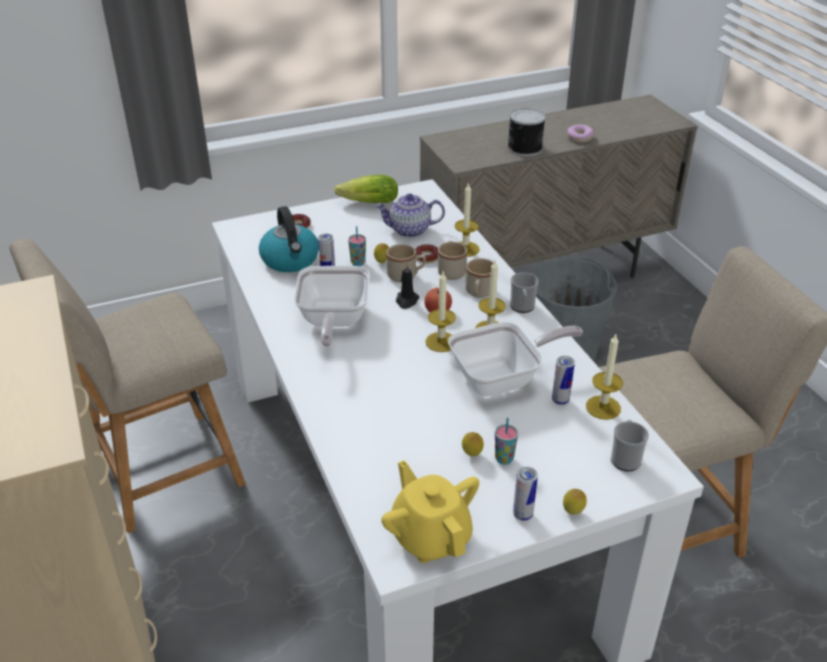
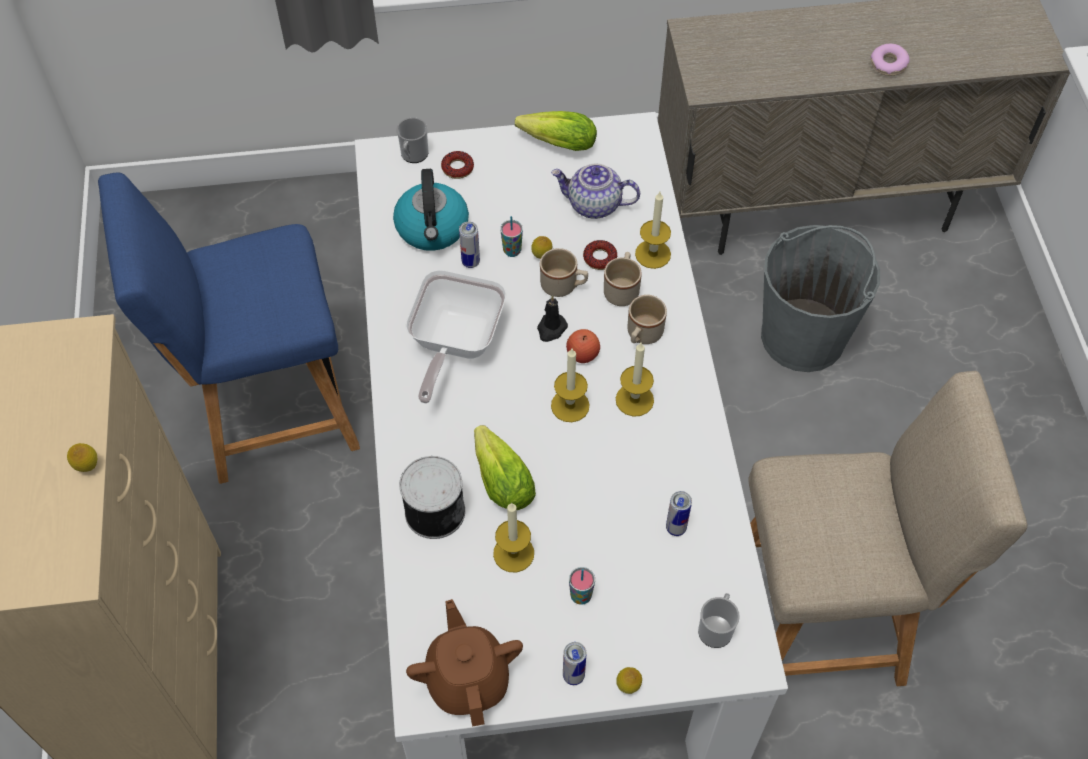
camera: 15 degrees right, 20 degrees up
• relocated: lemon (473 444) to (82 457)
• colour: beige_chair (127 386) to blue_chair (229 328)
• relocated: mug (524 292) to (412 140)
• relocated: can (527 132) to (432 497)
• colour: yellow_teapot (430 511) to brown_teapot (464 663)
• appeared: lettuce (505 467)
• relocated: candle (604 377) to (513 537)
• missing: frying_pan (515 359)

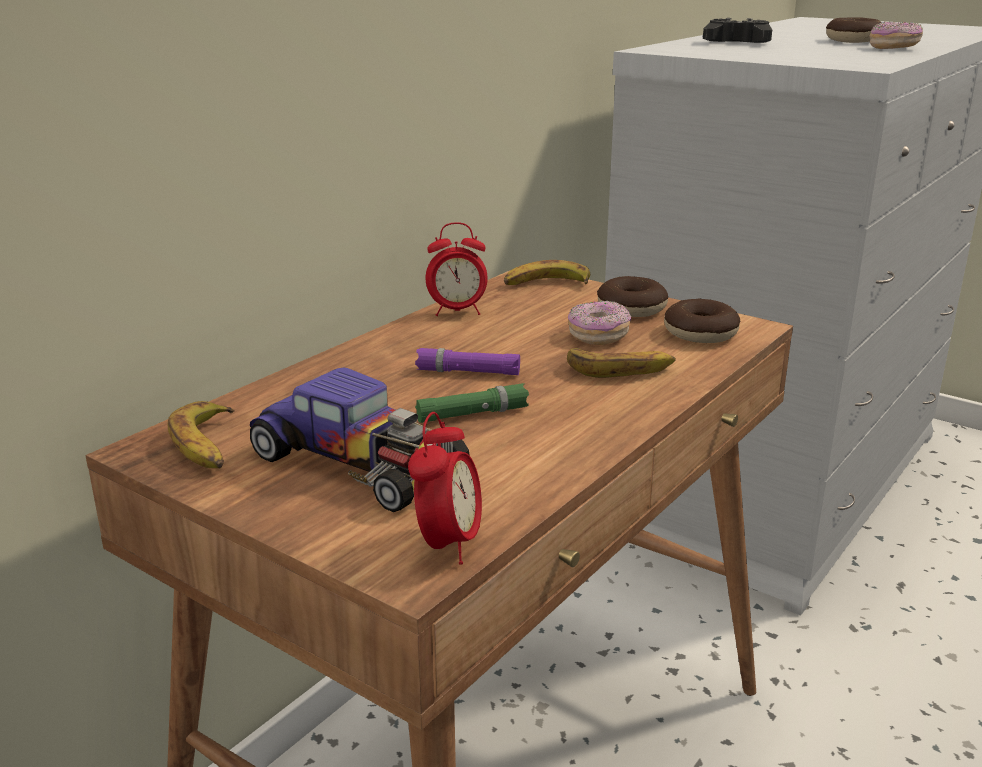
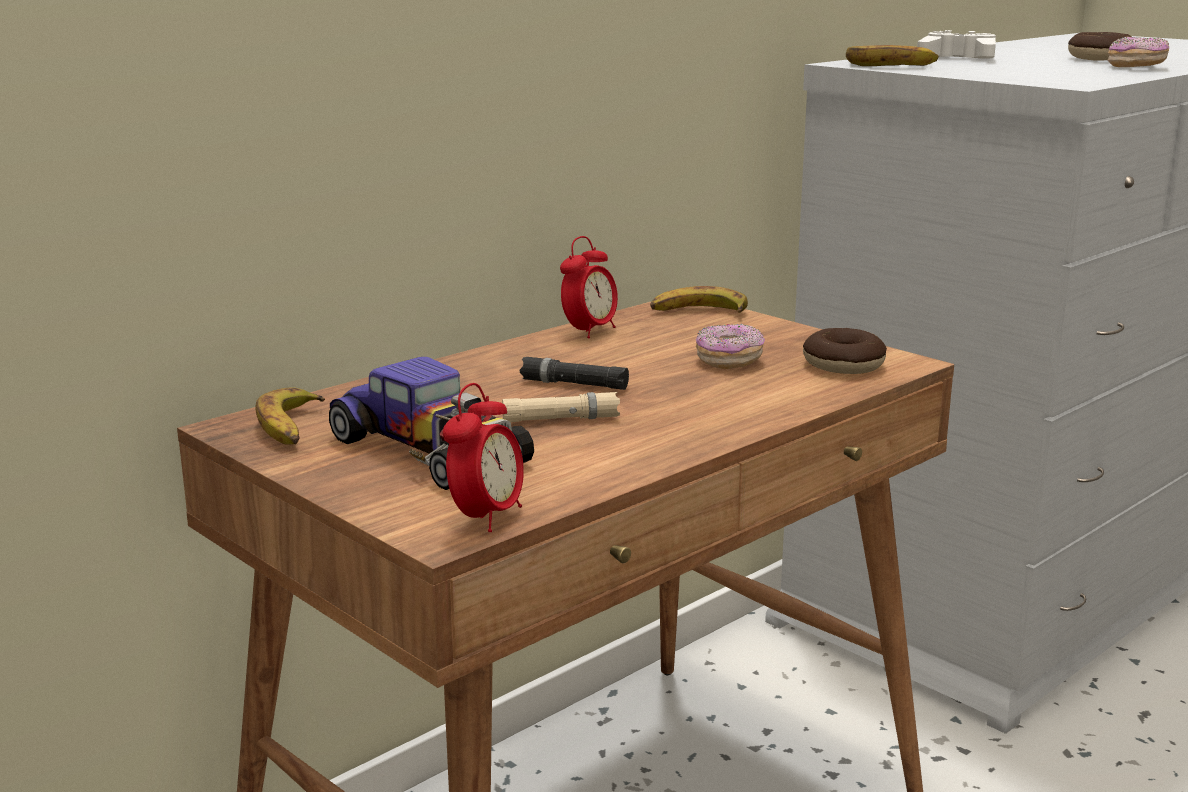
camera: 10 degrees right, 5 degrees down
• colour: green_flashlight (472 403) to beige_flashlight (561 407)
• colour: purple_flashlight (467 361) to black_flashlight (574 373)
• spun: alarm_clock (457 269) = (589 287) 60 degrees counterclockwise
• relocated: banana (621 363) to (892 55)
• colour: black_game_controller (737 30) to white_game_controller (956 44)
• missing: donut (632 296)

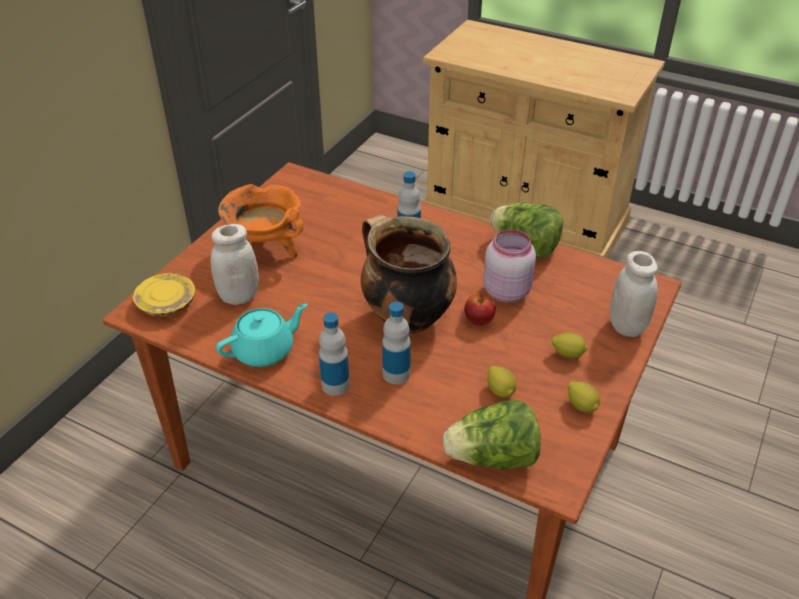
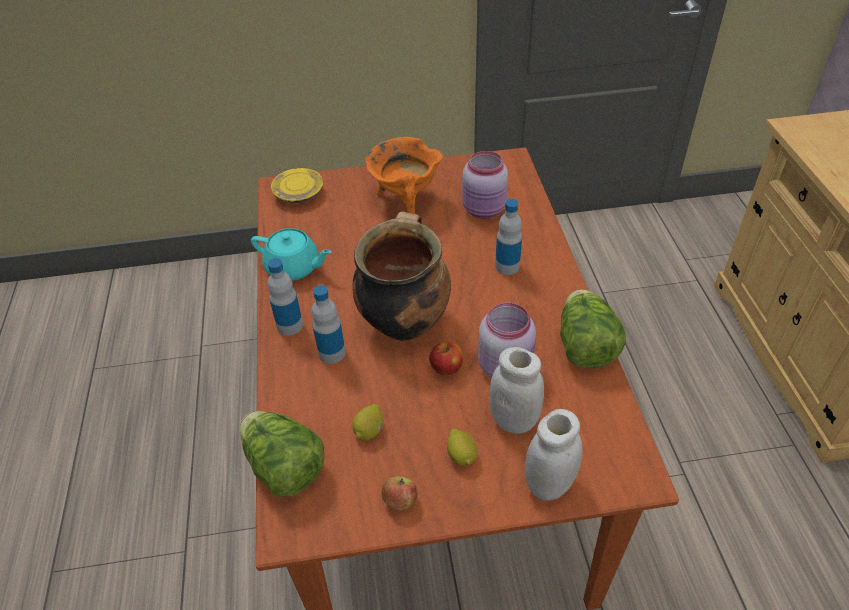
camera: 55 degrees right, 5 degrees up
• exchanged: lemon (584 397) to apple (399 493)
• appeared: pink_jar (485 185)
• relocated: white_jar (234 264) to (516 390)

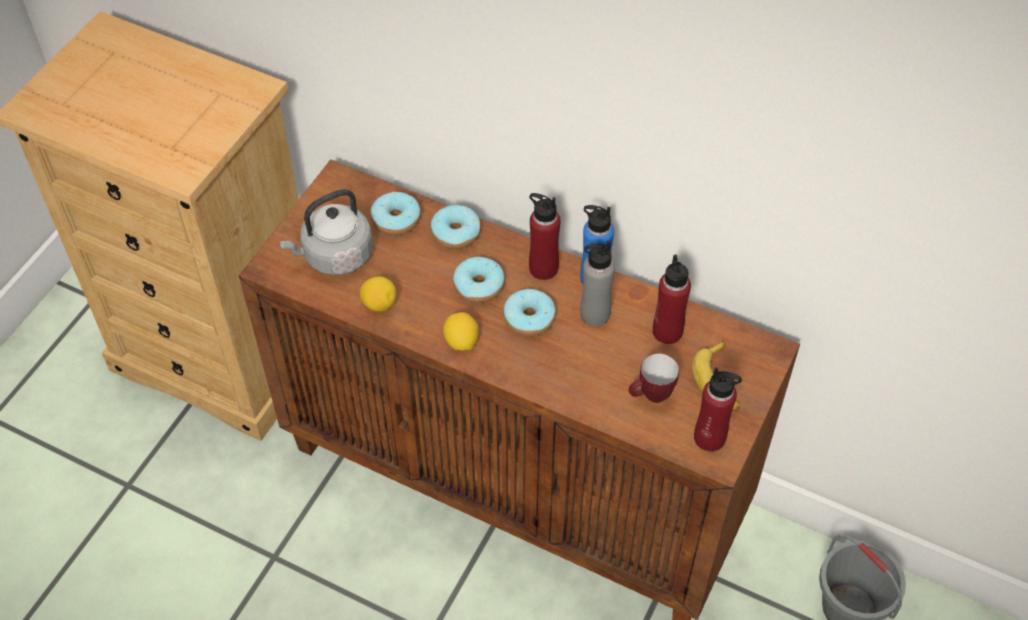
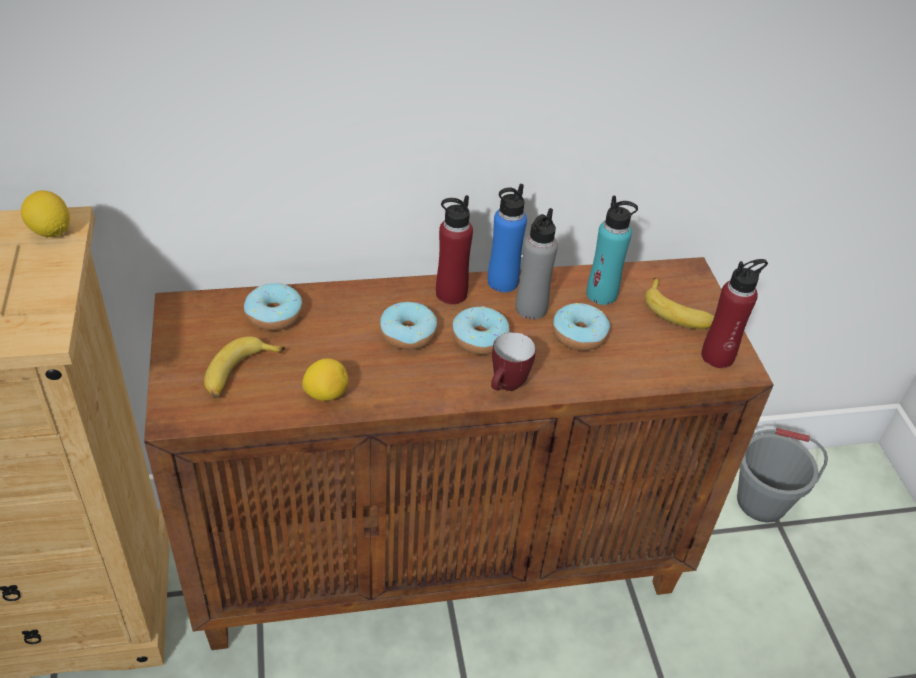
camera: 40 degrees left, 10 degrees down
• relocated: lemon (461 331) to (45 213)
• exchanged: grey_kettle (326 232) to banana (244 367)
• relocated: mug (654 378) to (513 361)
• relocated: donut (456 227) to (581 327)
• colour: red_bottle (672 299) to turquoise_bottle (612 250)

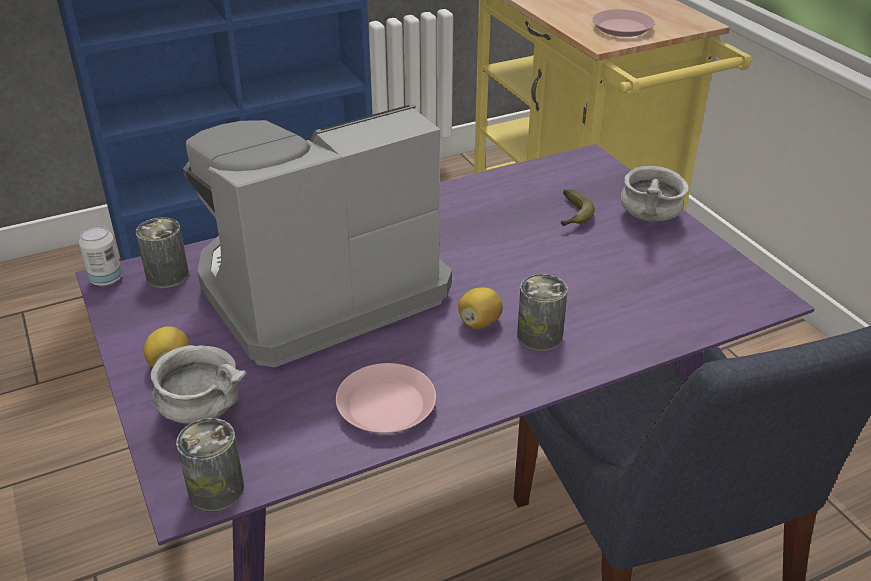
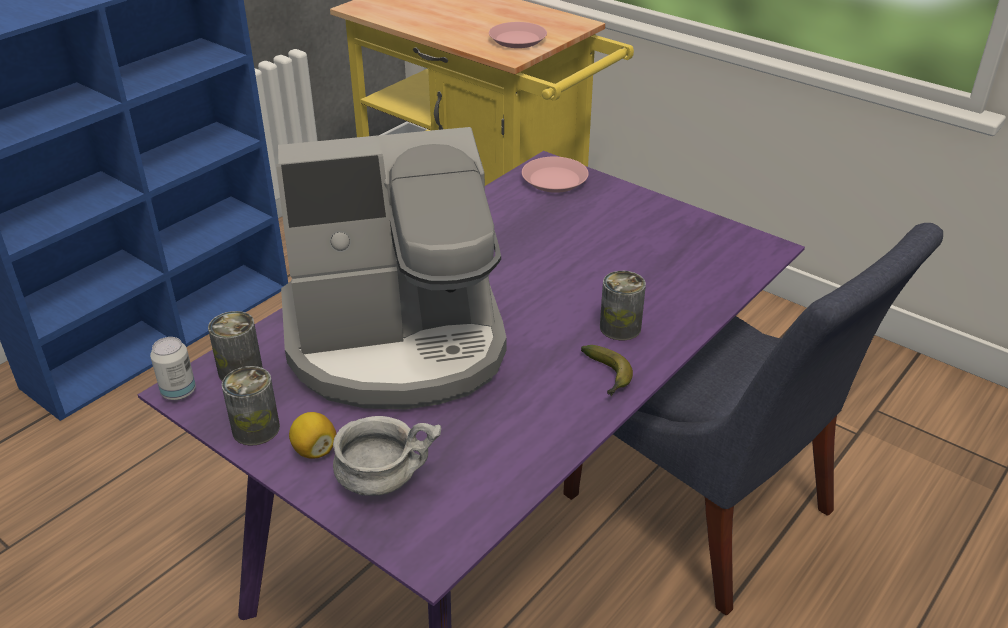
camera: 25 degrees left, 0 degrees up
• relocated: can (210 465) to (251 405)
• spun: coffee_machine (317 235) = (391 268) 135 degrees counterclockwise
• relocated: pink_plate (386 398) to (555 175)
• relocated: banana (578 207) to (607 370)
• missing: lemon (480 308)
• missing: grey_bowl (654 194)

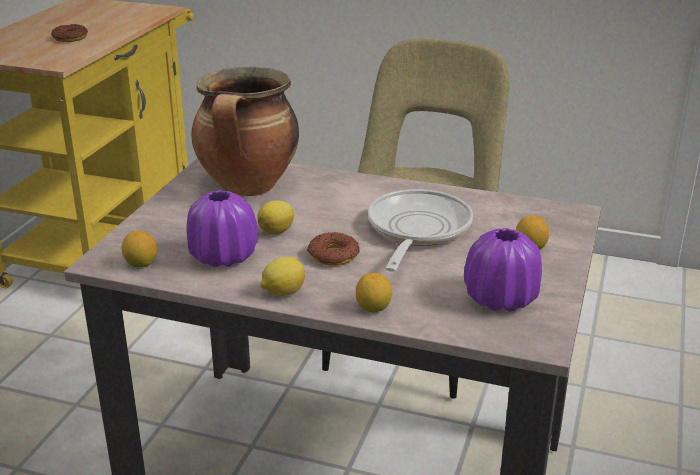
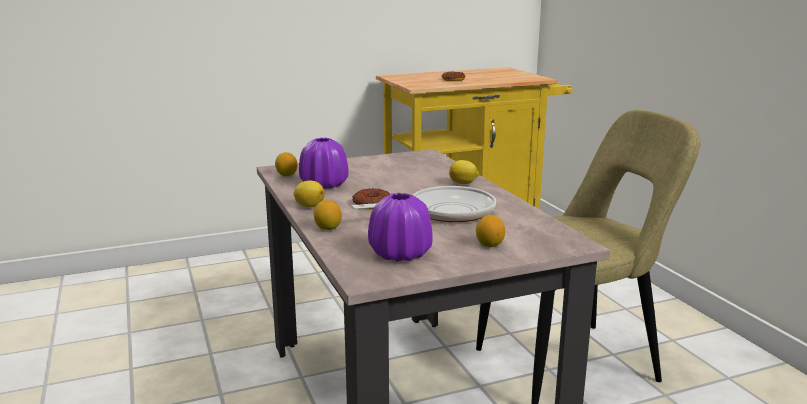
camera: 50 degrees right, 10 degrees down
• relocated: lemon (275 217) to (464 172)
• missing: cooking_pot (245 131)

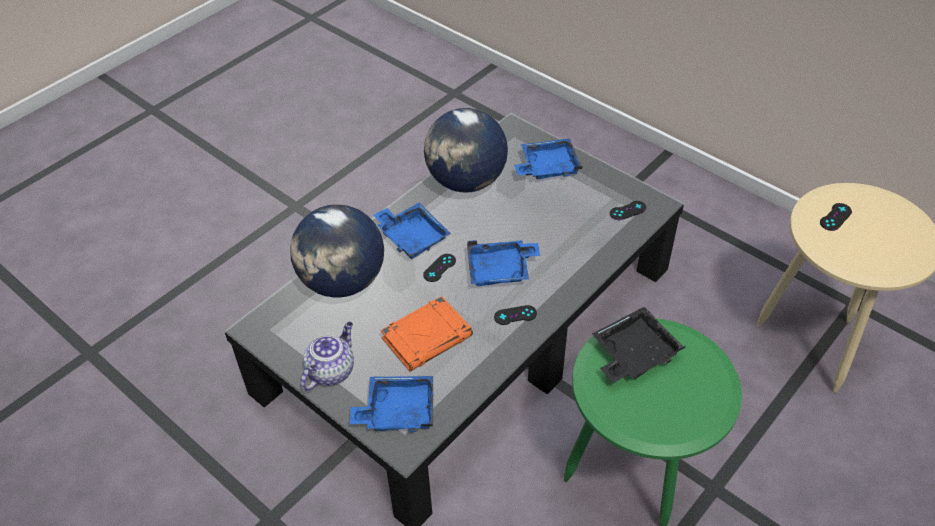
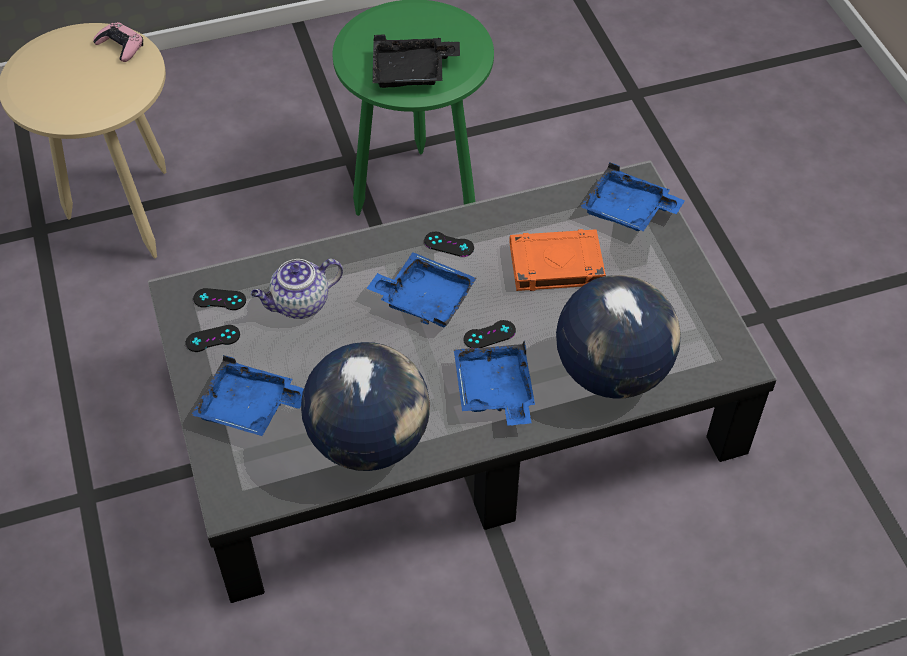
camera: 150 degrees left, 5 degrees up
• appeared: pink_game_controller (118 42)
• relocated: black_game_controller (836 217) to (213 338)
• relocated: teapot (327 356) to (297 289)

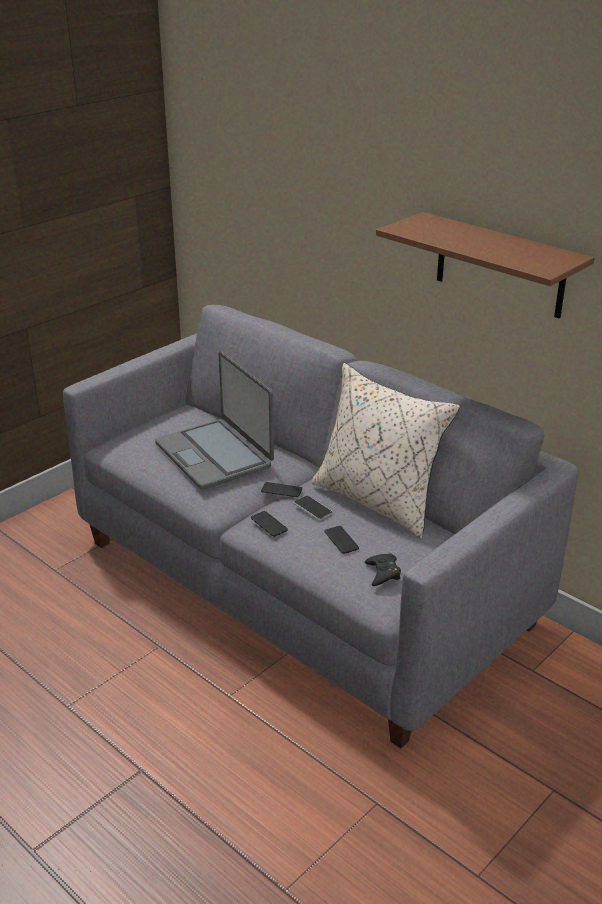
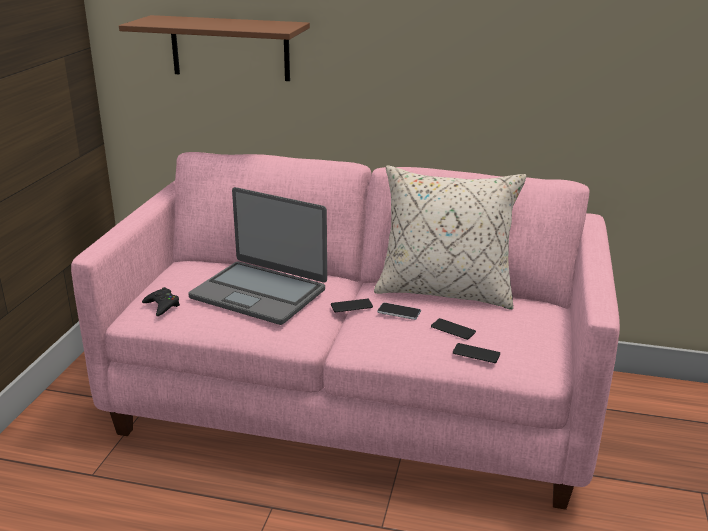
camera: 30 degrees left, 5 degrees down
• colour: grey_sofa (320 526) to pink_sofa (345 331)
• relocated: brown_shelf (485 265) to (214 48)
• relocated: black_game_controller (383 569) to (161 301)
• relocated: phone (269 524) to (476 353)

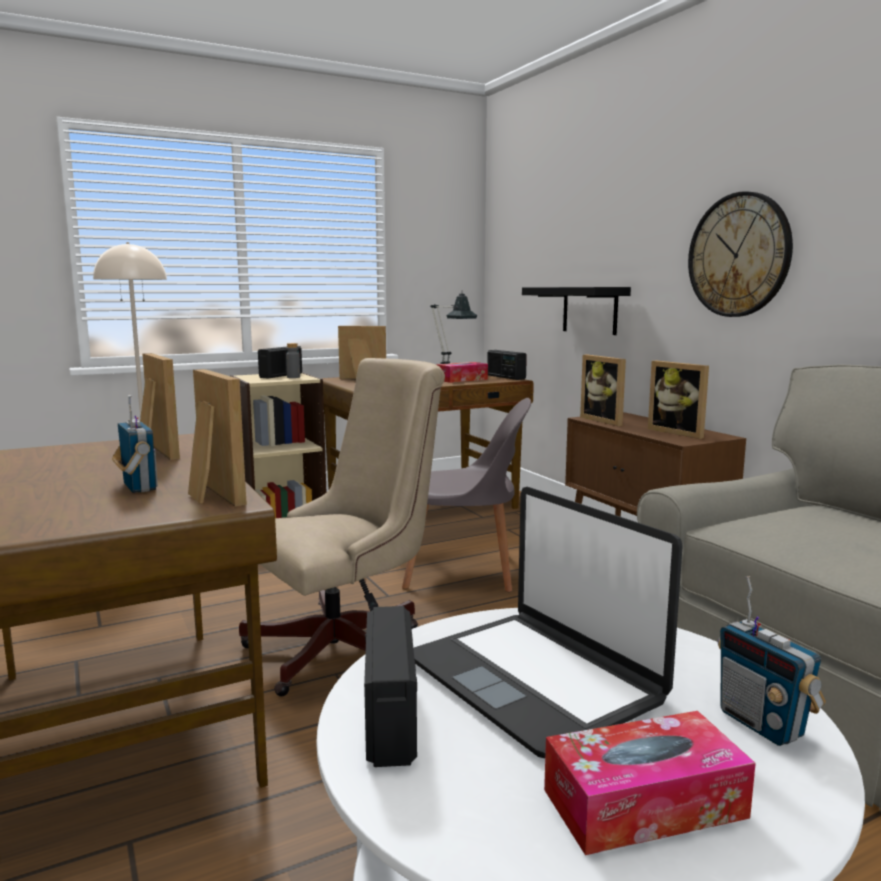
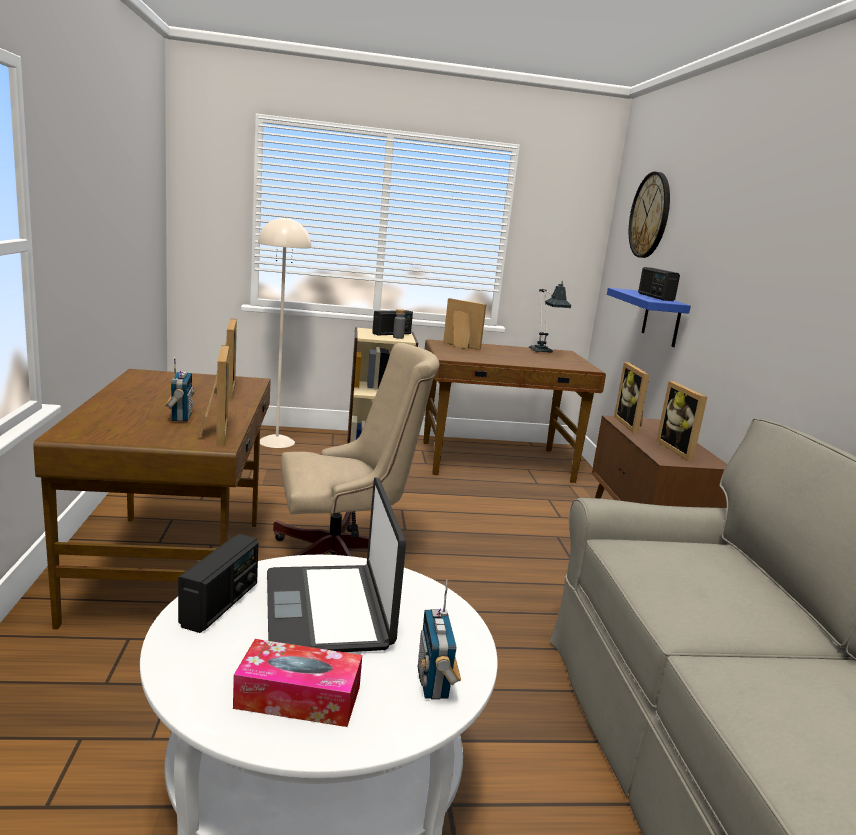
camera: 20 degrees right, 5 degrees up
• colour: black_shelf (576 311) to blue_shelf (649 317)
• relocated: wall_clock (740 254) to (649 215)
• relocated: radio (507 365) to (659 284)
• missing: grey_chair (466 495)
• missing: tissue_box (462 372)

